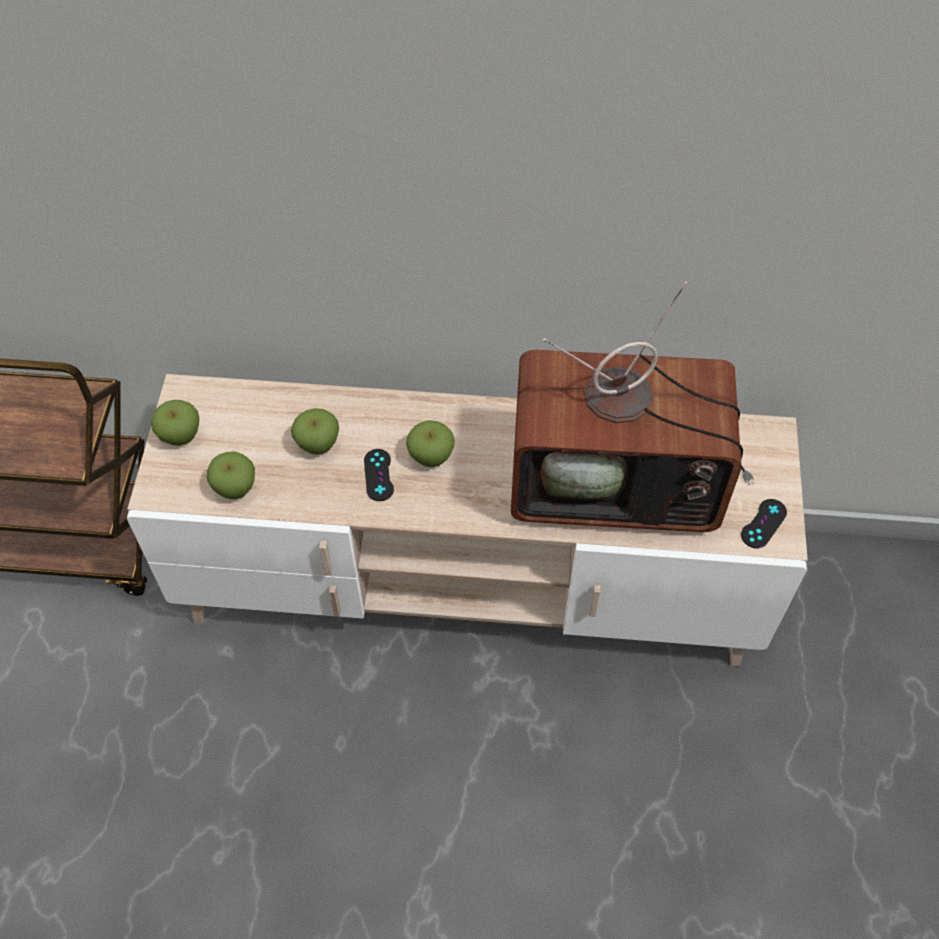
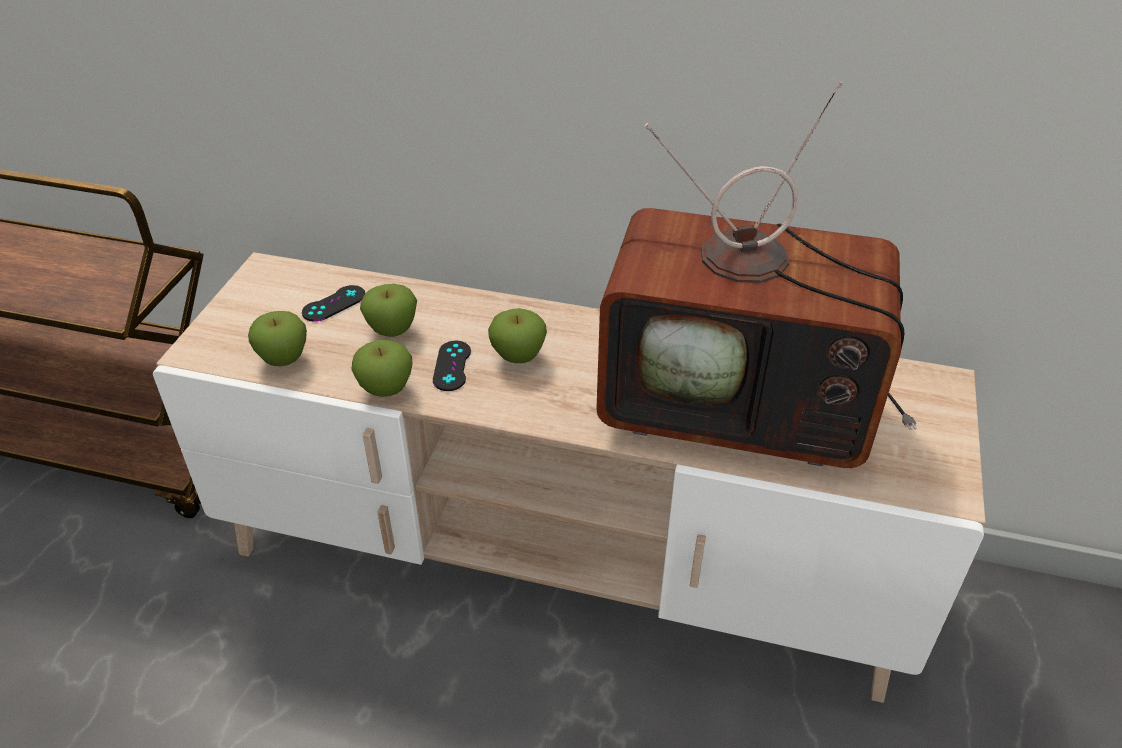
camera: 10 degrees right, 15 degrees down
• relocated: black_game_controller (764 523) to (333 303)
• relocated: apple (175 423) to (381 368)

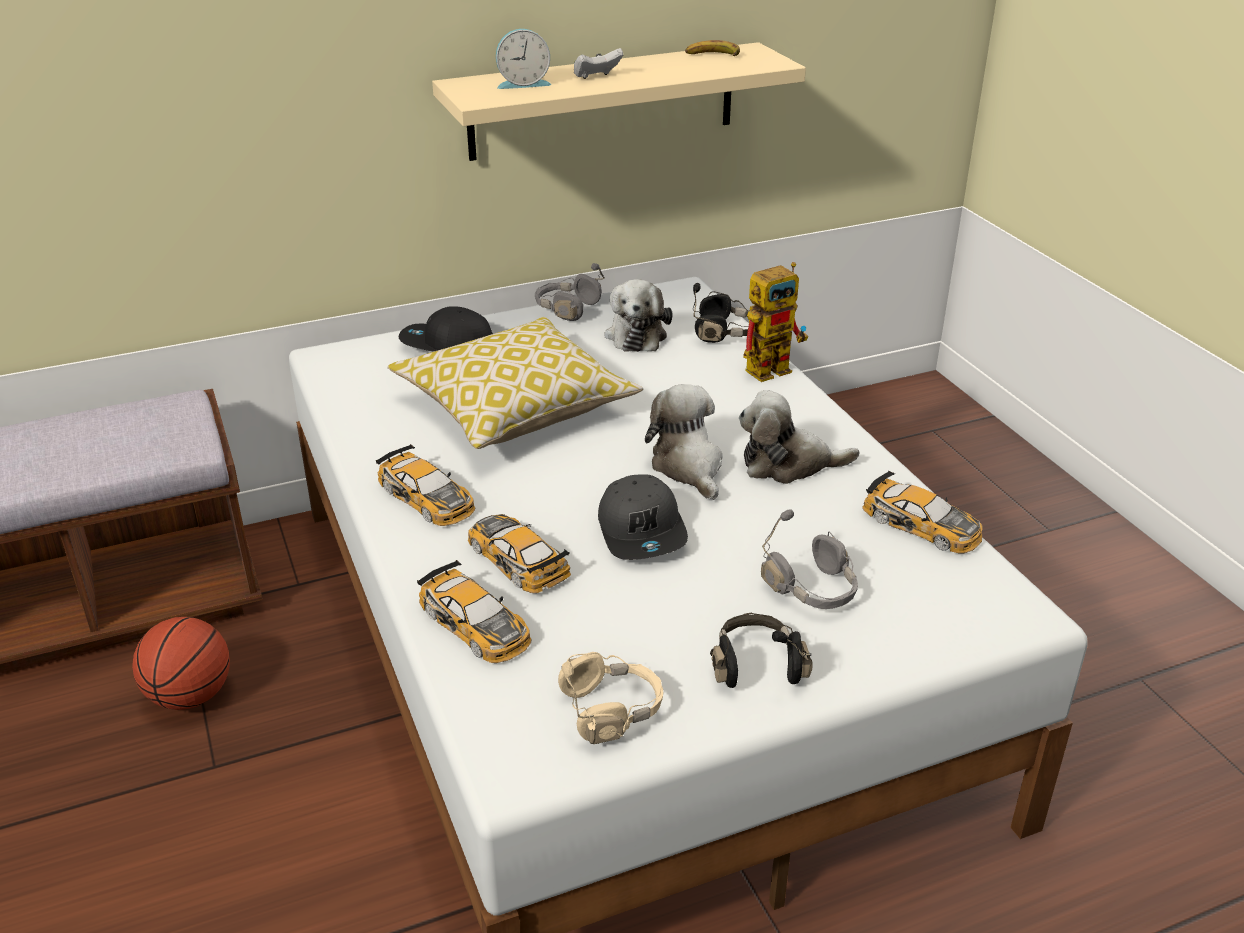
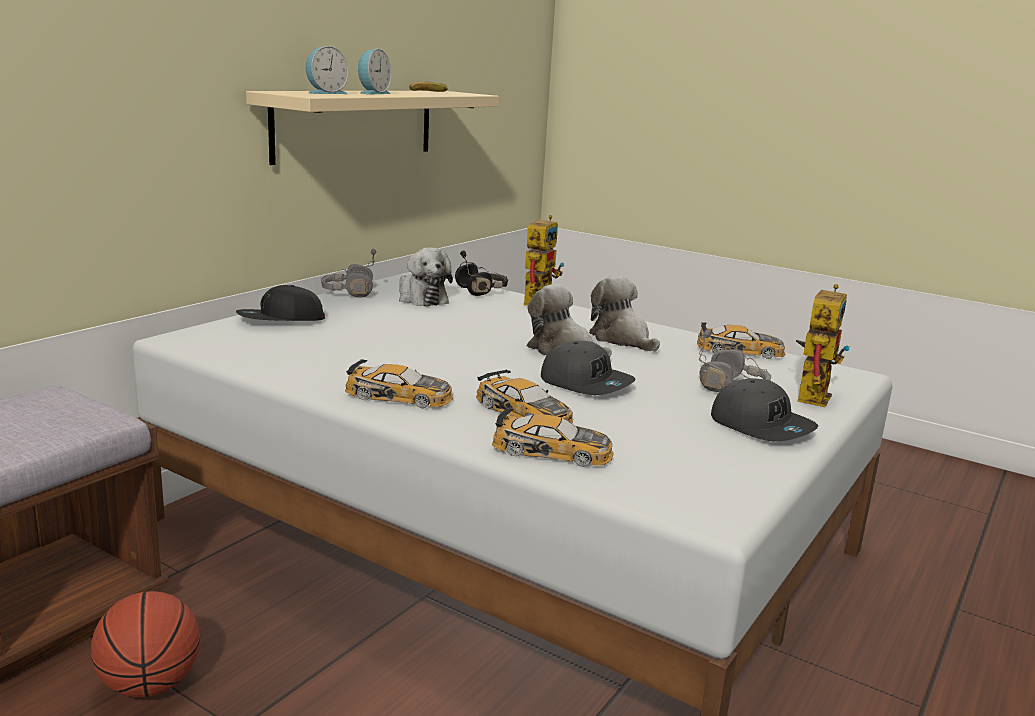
camera: 35 degrees left, 15 degrees down
• exchanged: white_game_controller (598 63) to alarm_clock (375 71)
• spun: toy_car (519 553) = (524 396) 150 degrees counterclockwise
• spun: plush_toy (799 437) = (624 314) 90 degrees clockwise
• exchanged: black_headphones (761 650) to grey_cap (764 409)
• appeared: toy_robot (823 345)
• missing: pillow (515 383)
• missing: beige_headphones (611 698)

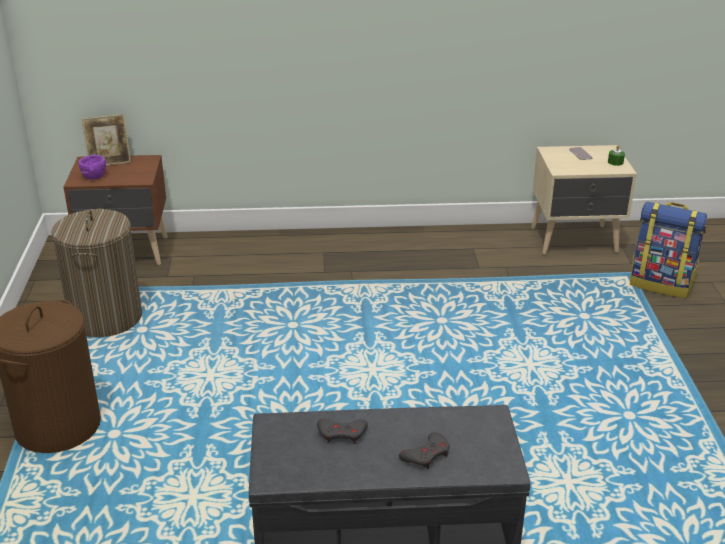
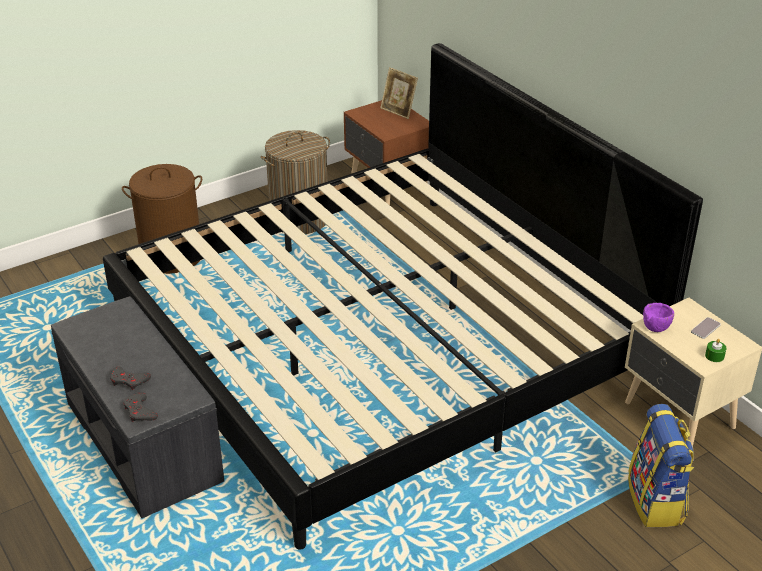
camera: 60 degrees right, 5 degrees up
• appeared: bed (403 296)
• relocated: grey_game_controller (342 431) to (140 407)
• relocated: purple_bowl (92 167) to (658 317)

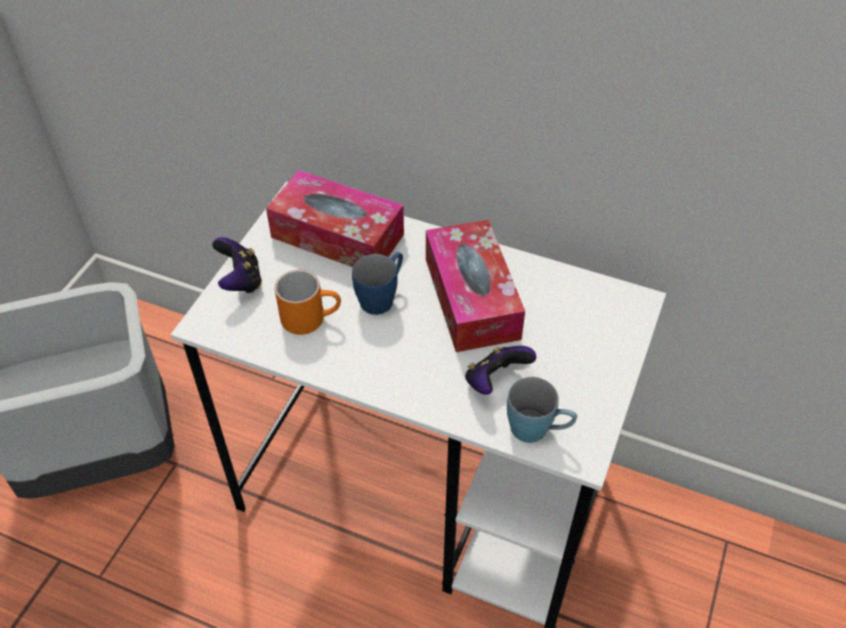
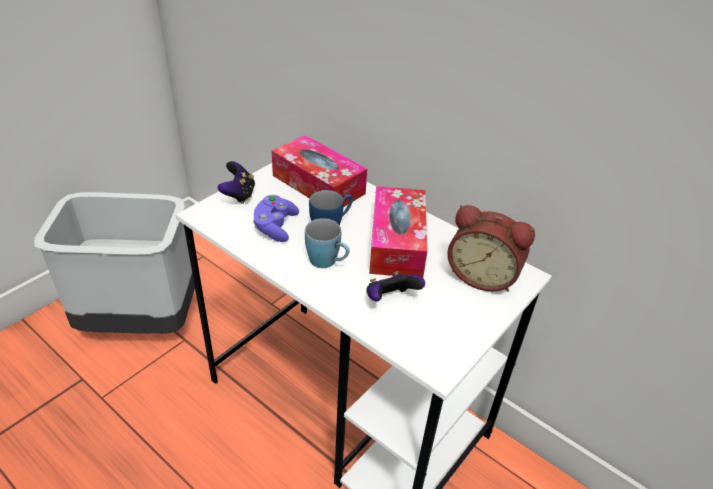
camera: 15 degrees right, 10 degrees down
• exchanged: orange_mug (308 302) to purple_game_controller (276 218)
• relocated: blue_mug (542 410) to (327 243)
• appeared: alarm_clock (491 248)

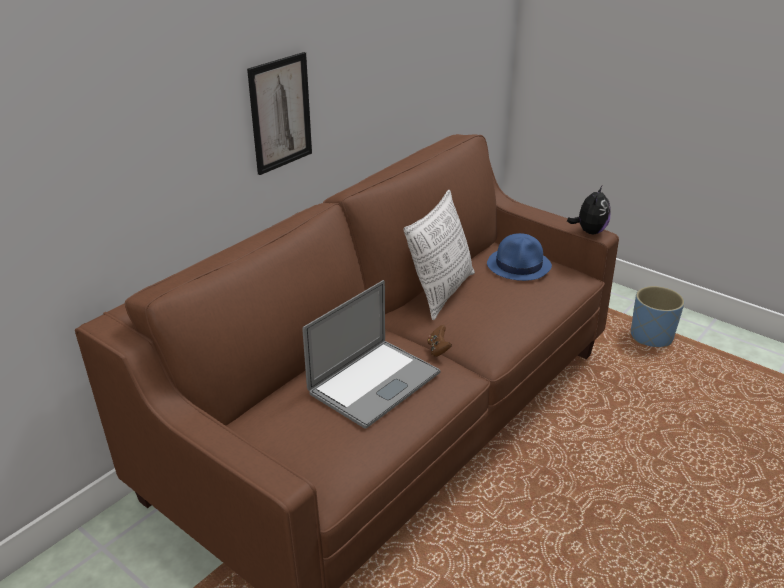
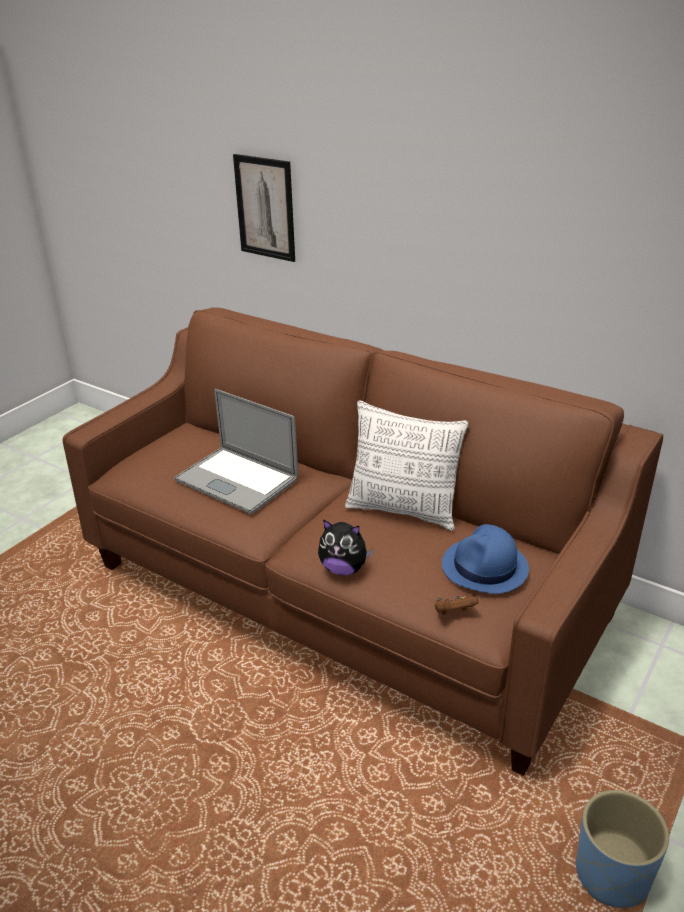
camera: 85 degrees right, 0 degrees up
• relocated: picture (279 113) to (264 208)
• relocated: plush_toy (589 210) to (346 547)
• relocated: brown_game_controller (439 341) to (456 605)

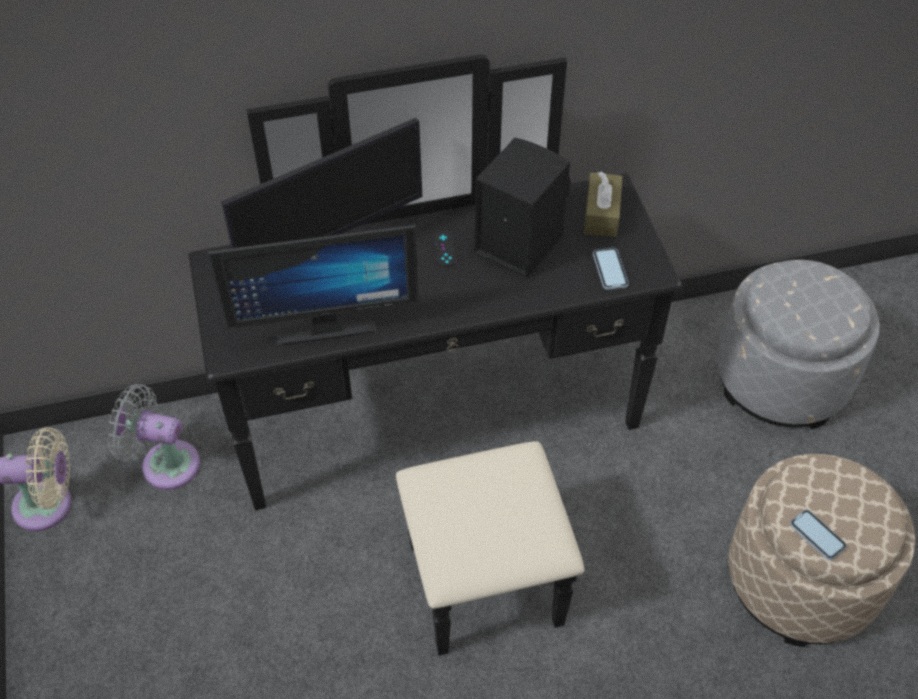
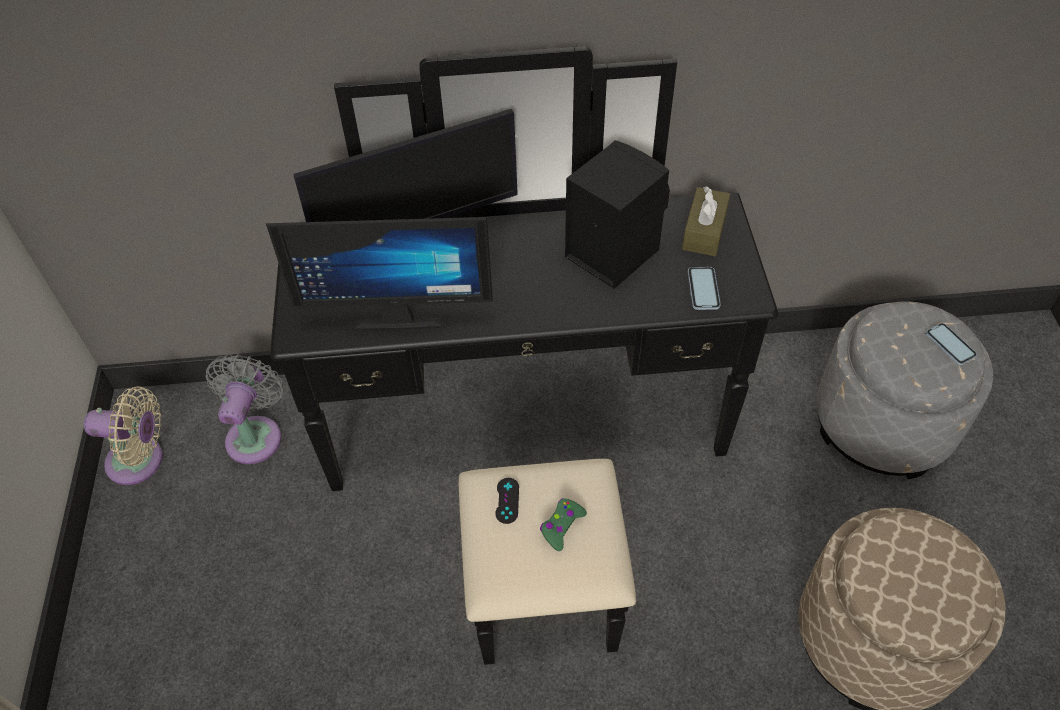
camera: 10 degrees right, 0 degrees up
• spun: grey_fan (153 437) = (244 409) 75 degrees clockwise
• relocated: black_game_controller (445 249) to (507 501)
• appeared: green_game_controller (563 524)
• relocated: phone (818 534) to (951 344)

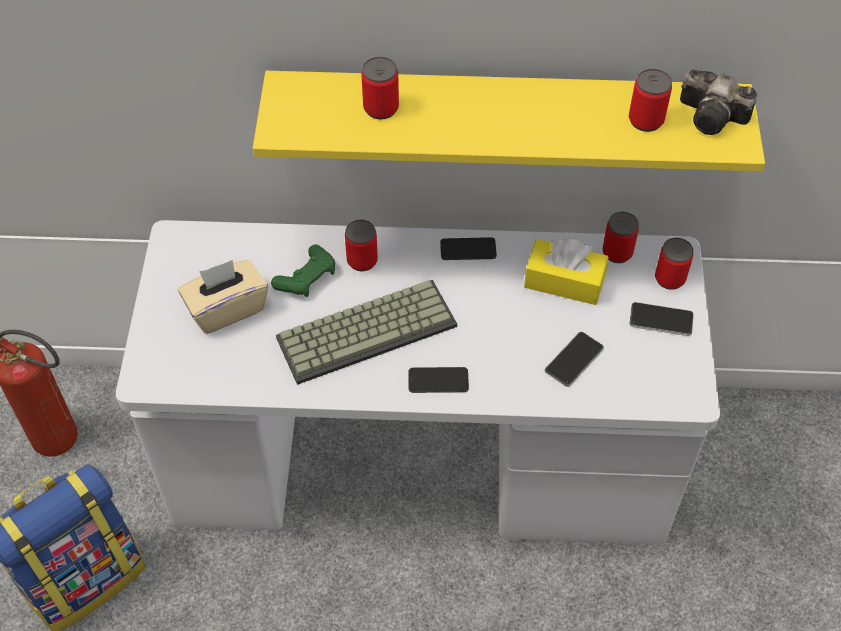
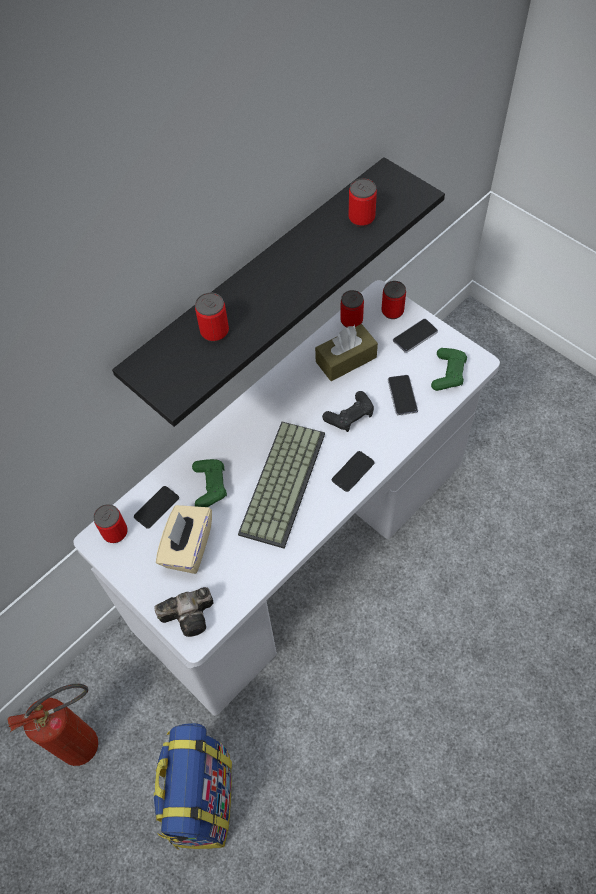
camera: 45 degrees left, 5 degrees up
• relocated: can (361 245) to (111 523)
• colour: yellow_shelf (509 121) to black_shelf (278 292)
• relocated: phone (468 248) to (156 507)
• relocated: photo_camera (718 102) to (184 612)
• colour: yellow_tissue_box (566 271) to brown_tissue_box (346 352)
• appeared: black_game_controller (348 411)
• appeared: green_game_controller (449 369)

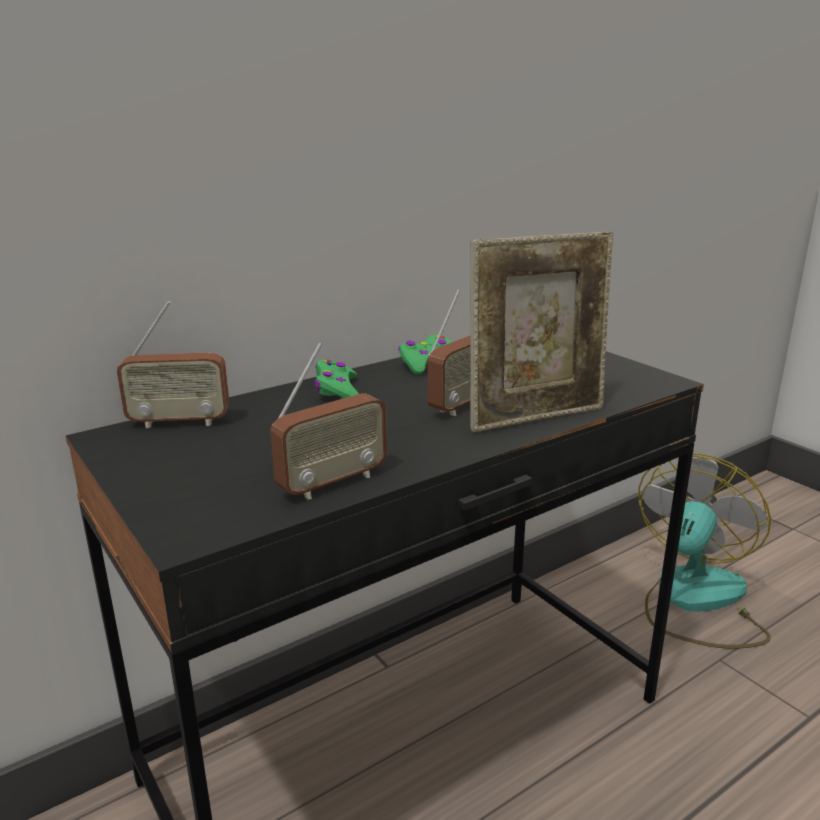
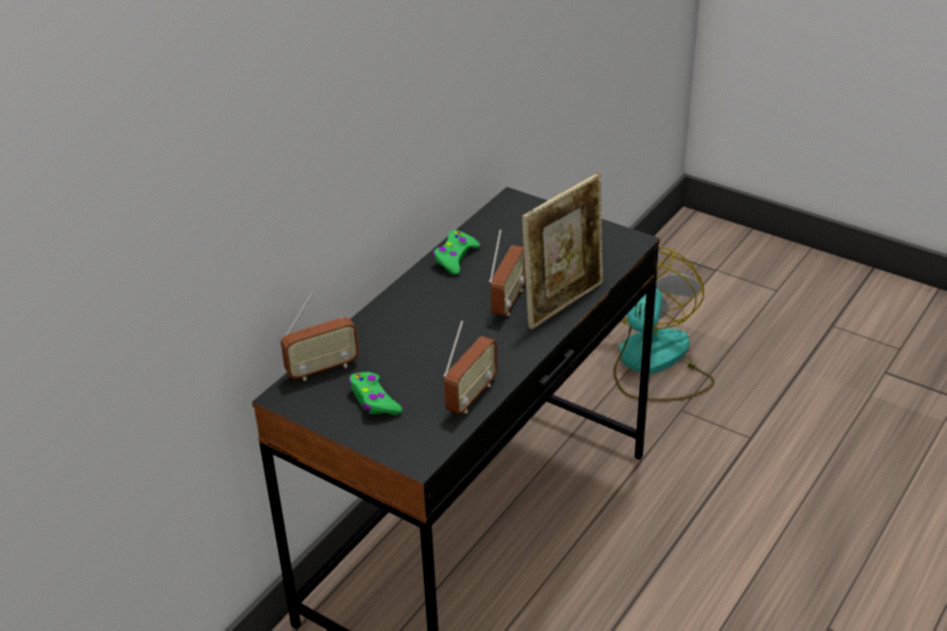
camera: 20 degrees left, 15 degrees up
• relocated: green_game_controller (336 379) to (375 393)

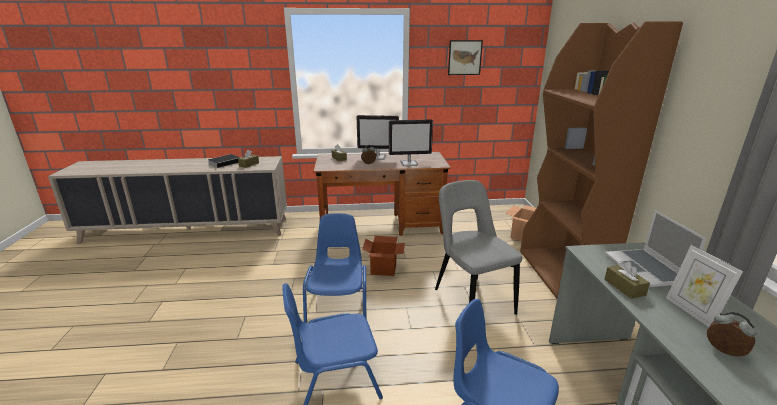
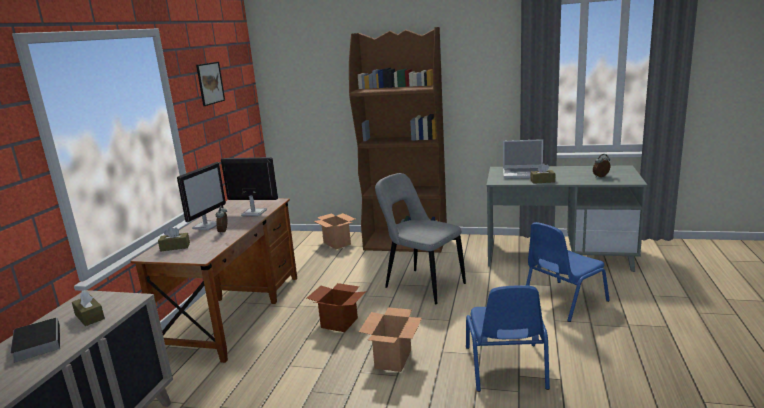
camera: 70 degrees left, 5 degrees down
• spun: monitor (411 142) = (249 186) 90 degrees counterclockwise
• exchanged: blue_chair (334 268) to cardboard_box (390 339)
• spun: grey_chair (478 247) = (420 238) 45 degrees clockwise
• missing: picture_frame (704 286)

